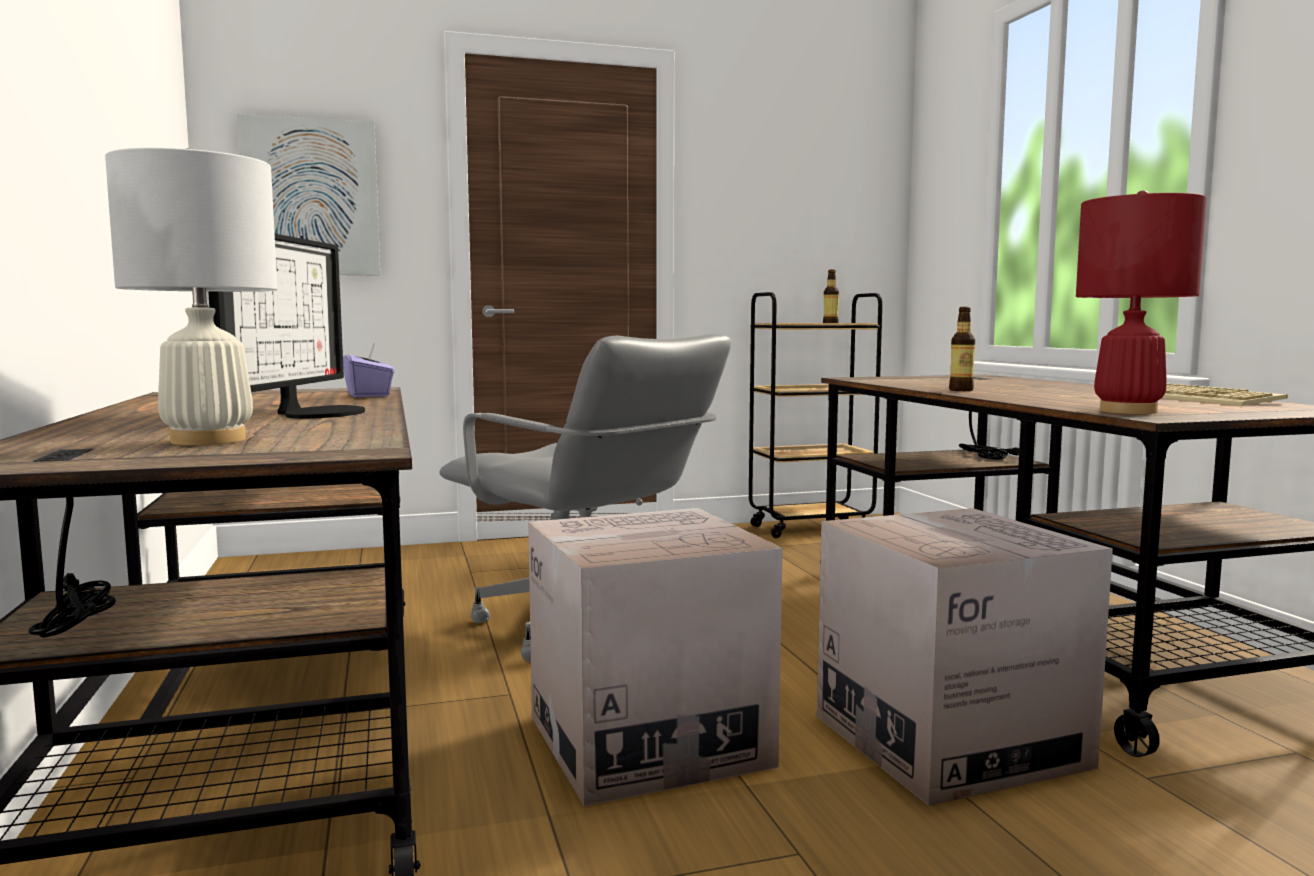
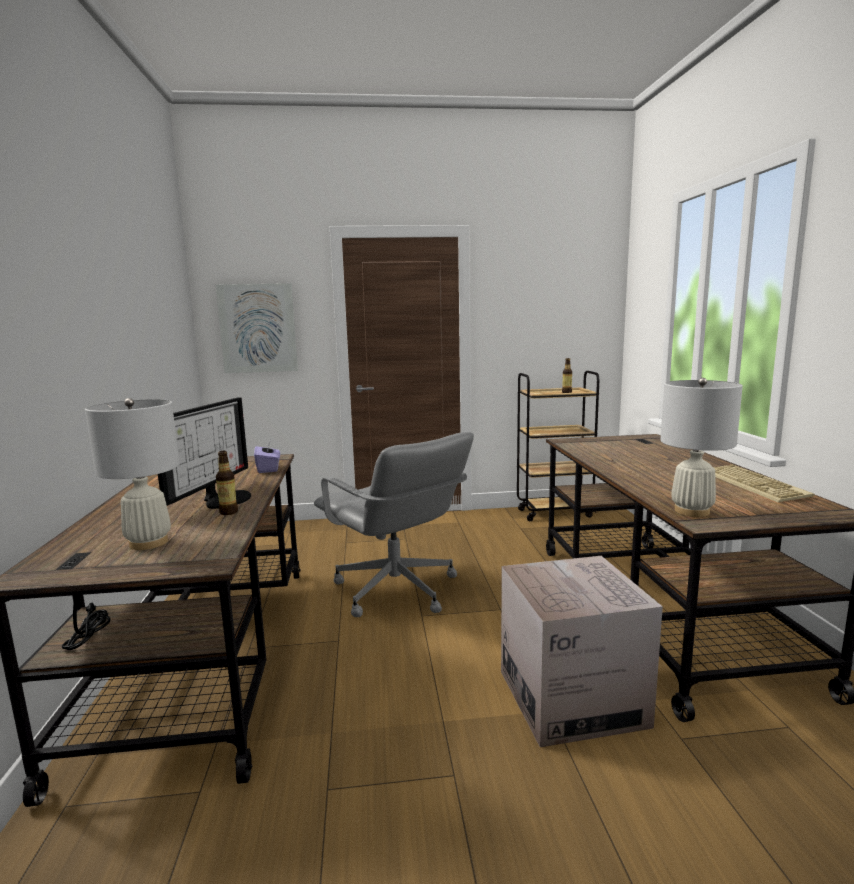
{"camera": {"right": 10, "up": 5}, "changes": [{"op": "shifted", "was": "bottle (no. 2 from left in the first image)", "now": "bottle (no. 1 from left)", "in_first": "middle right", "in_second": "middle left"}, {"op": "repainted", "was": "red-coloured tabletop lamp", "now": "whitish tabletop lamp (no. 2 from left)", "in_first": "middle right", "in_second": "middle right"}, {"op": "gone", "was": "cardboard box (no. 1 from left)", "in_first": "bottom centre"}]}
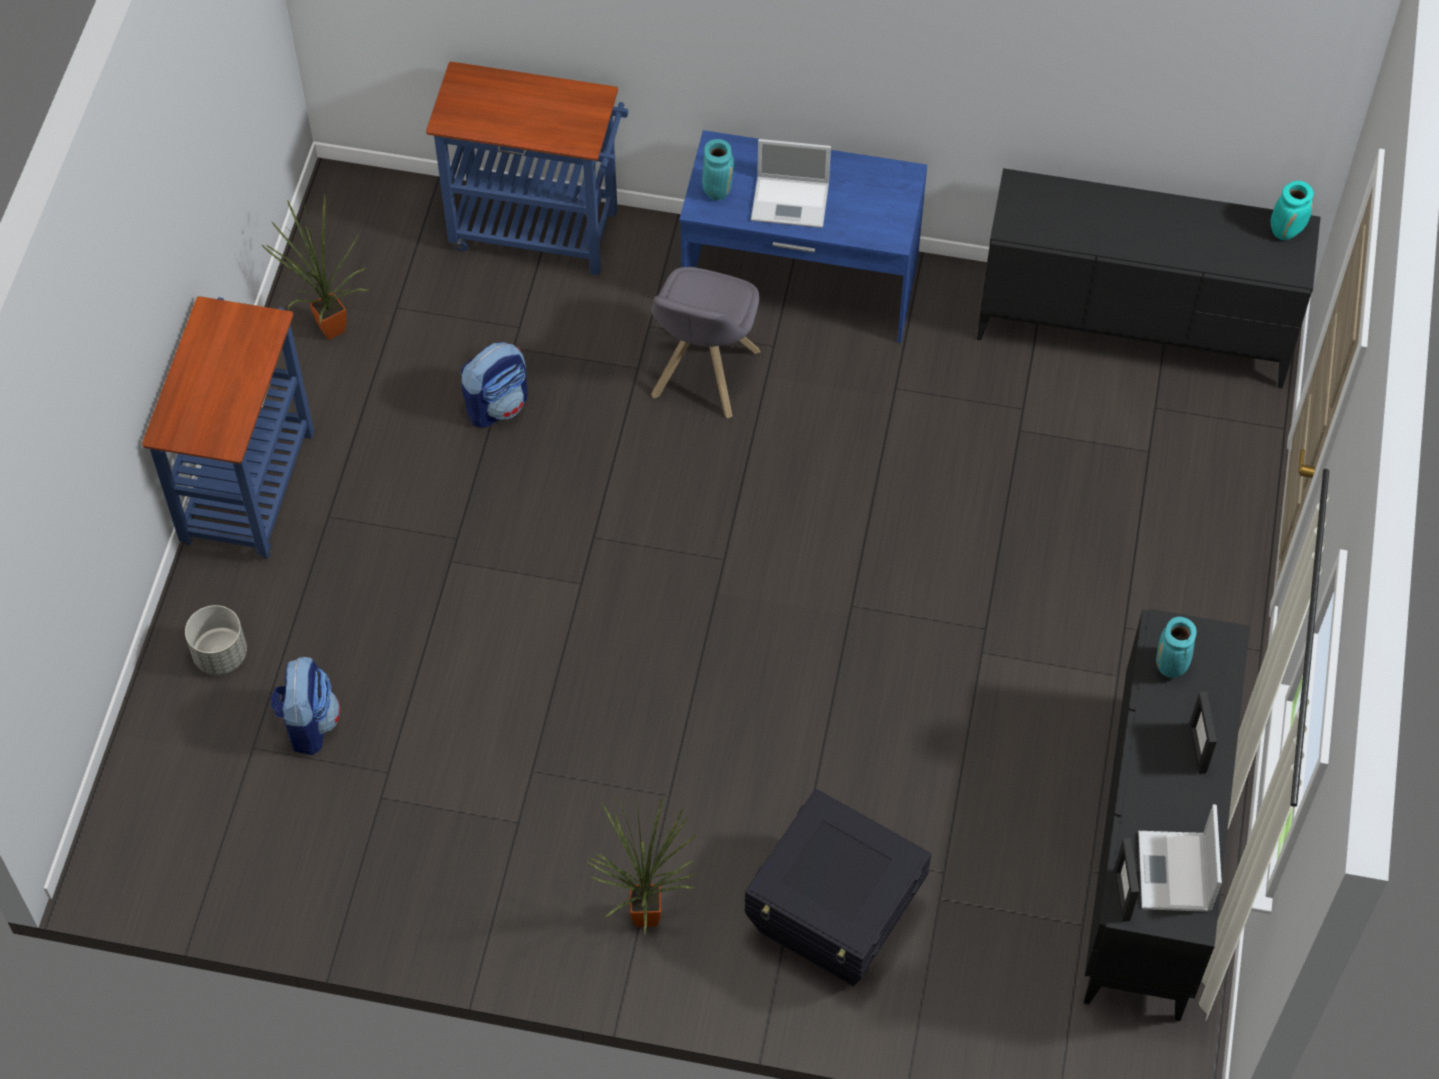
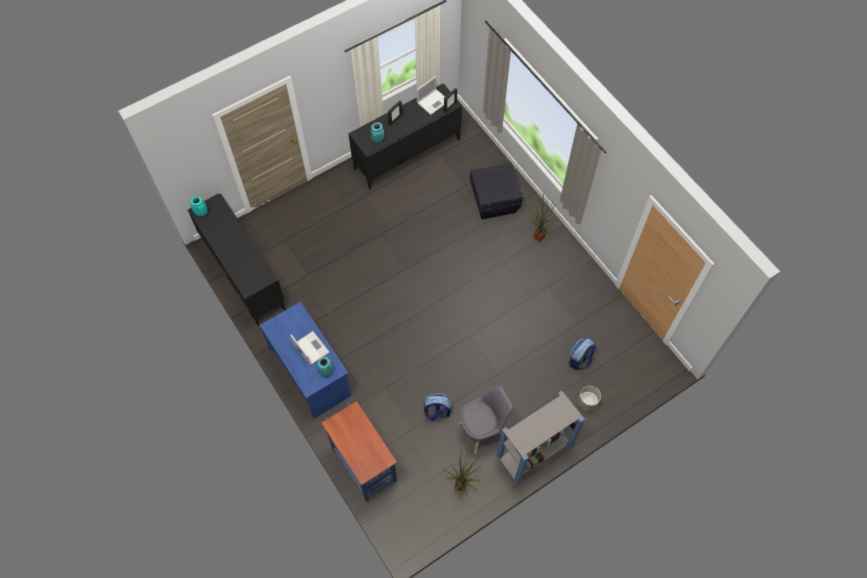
{"camera": {"right": -135, "up": 5}, "changes": [{"op": "shifted", "was": "grey chair", "in_first": "top centre", "in_second": "bottom centre"}, {"op": "swapped", "was": "blue-coloured cart (no. 1 from left)", "now": "grey bookcase", "in_first": "middle left", "in_second": "bottom centre"}]}
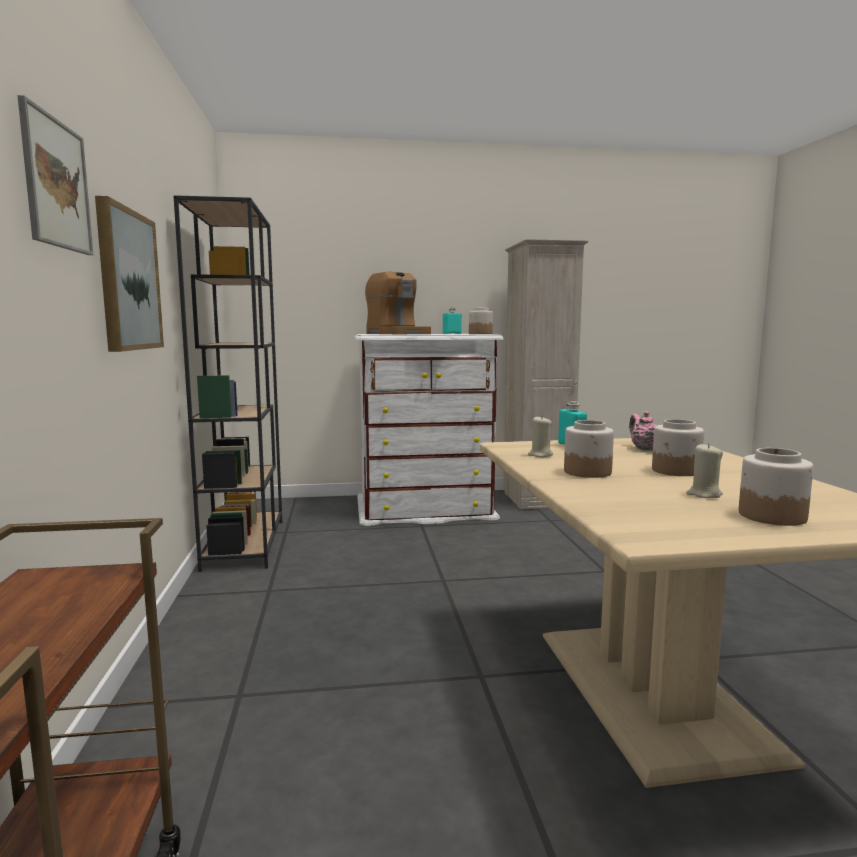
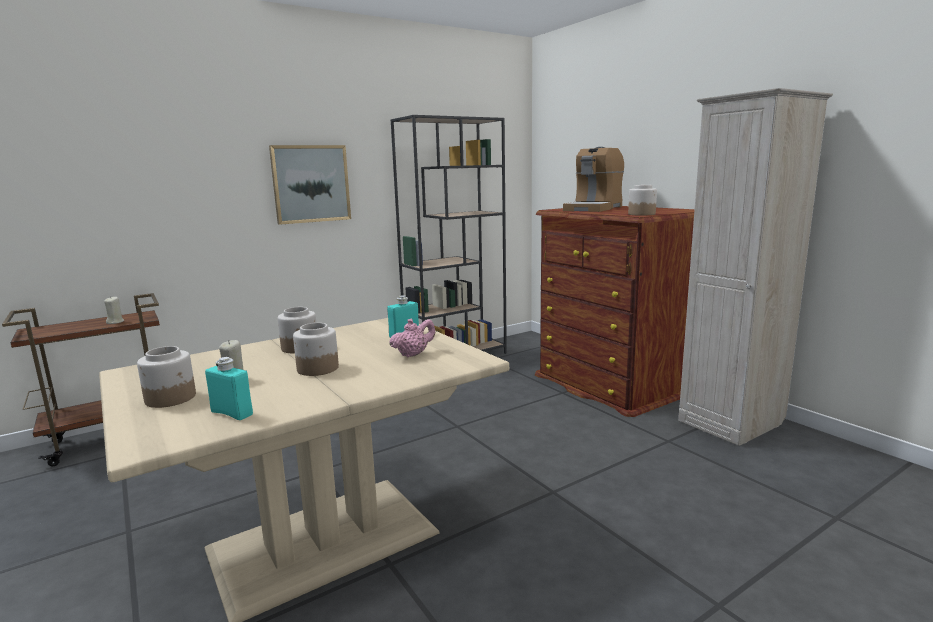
{"camera": {"right": 65, "up": 5}, "changes": [{"op": "shifted", "was": "beige wax candle (no. 1 from left)", "in_first": "centre", "in_second": "middle left"}, {"op": "shifted", "was": "turquoise-coloured bottle (no. 1 from left)", "in_first": "centre", "in_second": "middle left"}, {"op": "repainted", "was": "whitish drawer chest", "now": "brownish drawer chest", "in_first": "centre", "in_second": "centre"}, {"op": "gone", "was": "picture (no. 1 from left)", "in_first": "top left"}]}
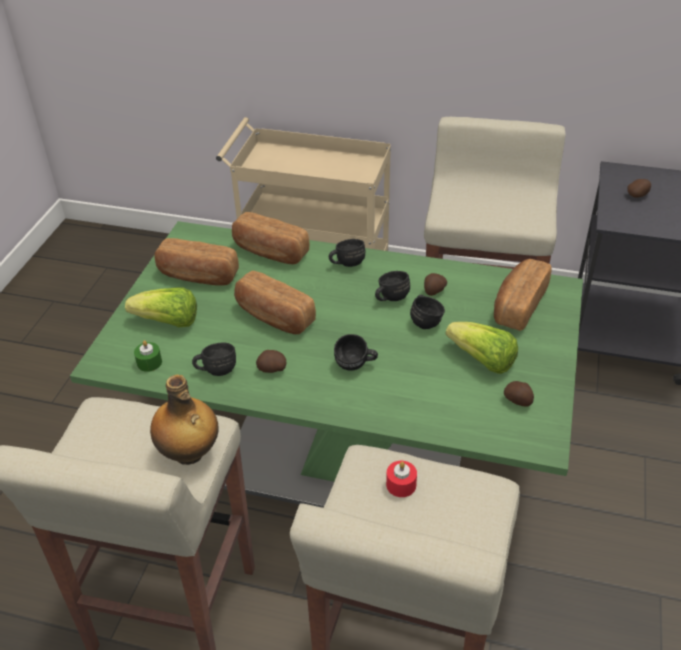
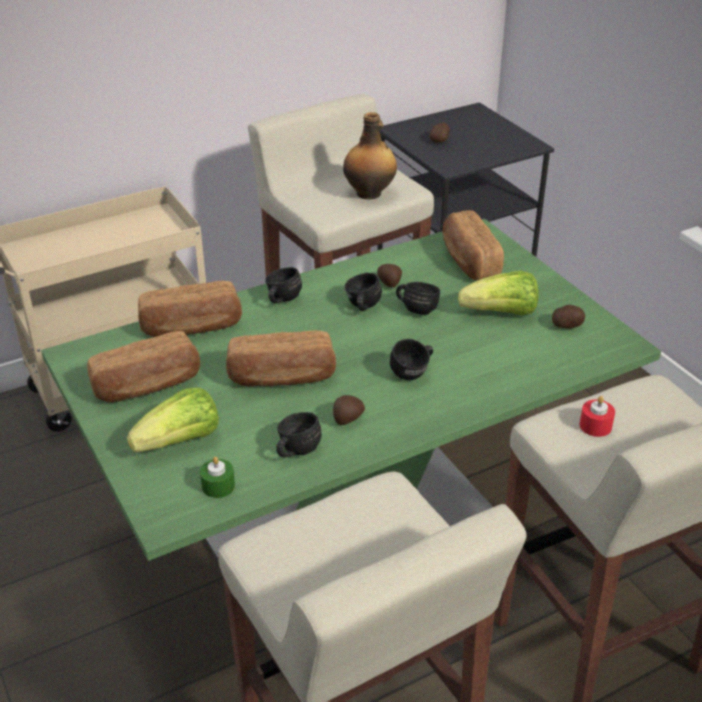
{"camera": {"right": -45, "up": -5}, "changes": [{"op": "shifted", "was": "bottle", "in_first": "middle left", "in_second": "top centre"}]}
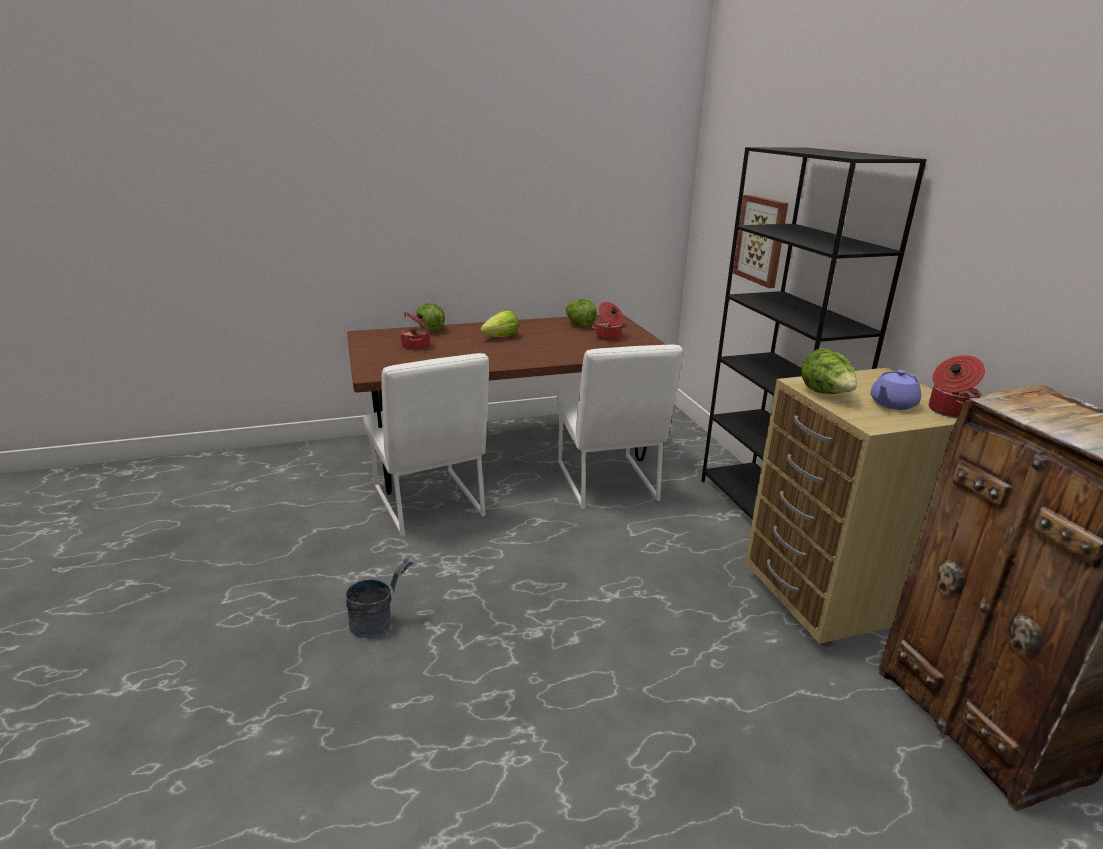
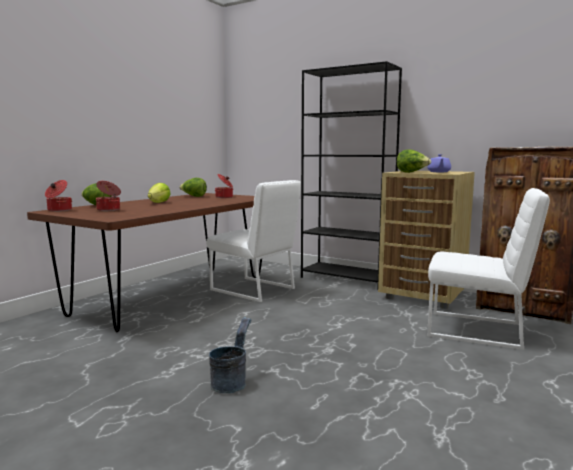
{"camera": {"right": -40, "up": -15}, "changes": [{"op": "shifted", "was": "cooking pot (no. 3 from left in the first image)", "now": "cooking pot (no. 1 from left)", "in_first": "middle right", "in_second": "middle left"}, {"op": "shifted", "was": "whitish chair (no. 1 from left in the first image)", "now": "whitish chair (no. 2 from left)", "in_first": "centre", "in_second": "middle right"}, {"op": "gone", "was": "picture", "in_first": "top right"}]}
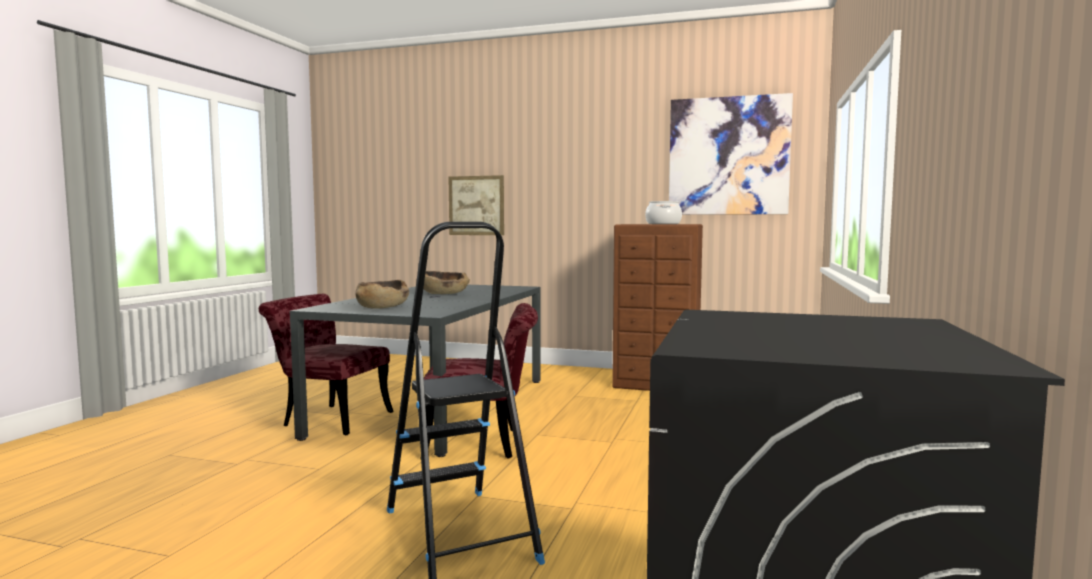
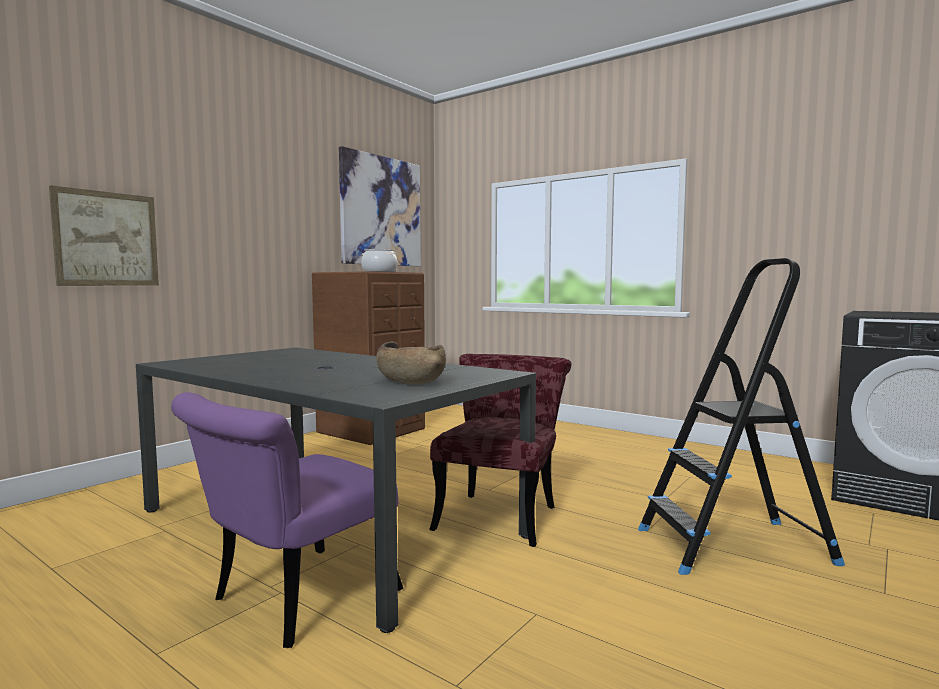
{"camera": {"right": -70, "up": 0}, "changes": [{"op": "repainted", "was": "red-coloured chair (no. 1 from left)", "now": "purplish chair", "in_first": "middle left", "in_second": "bottom left"}, {"op": "gone", "was": "brownish bowl (no. 2 from left)", "in_first": "centre"}]}
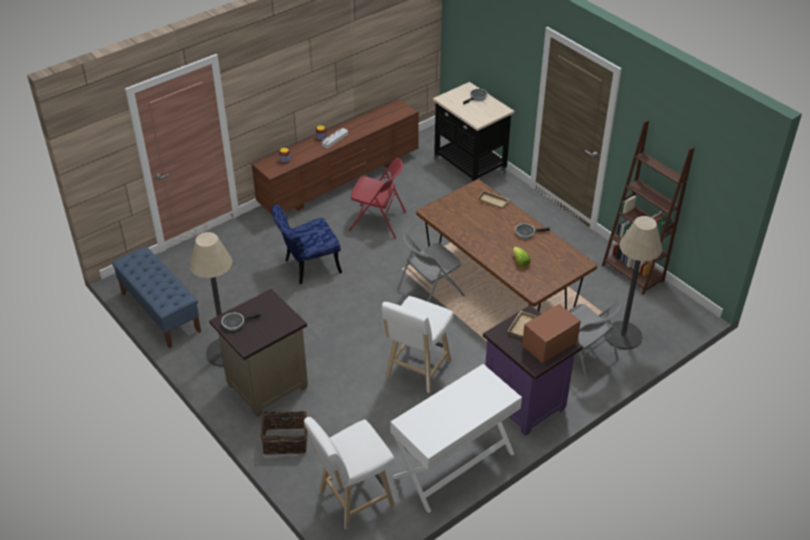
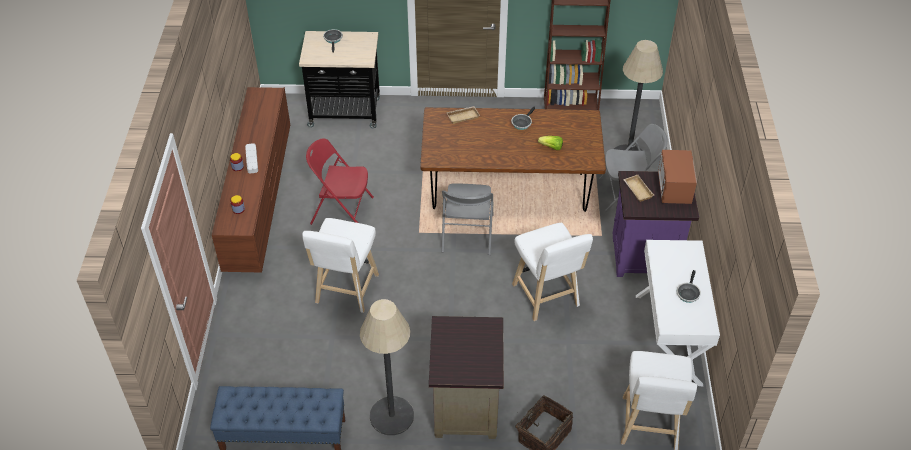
{"camera": {"right": -50, "up": 5}, "changes": [{"op": "swapped", "was": "blue-coloured chair", "now": "whitish sitting stool (no. 1 from left)", "in_first": "centre", "in_second": "centre"}, {"op": "rotated", "was": "red-coloured chair", "in_first": "centre", "in_second": "centre", "clockwise": -135}, {"op": "shifted", "was": "frying pan (no. 1 from left in the first image)", "now": "frying pan (no. 3 from left)", "in_first": "middle left", "in_second": "middle right"}]}
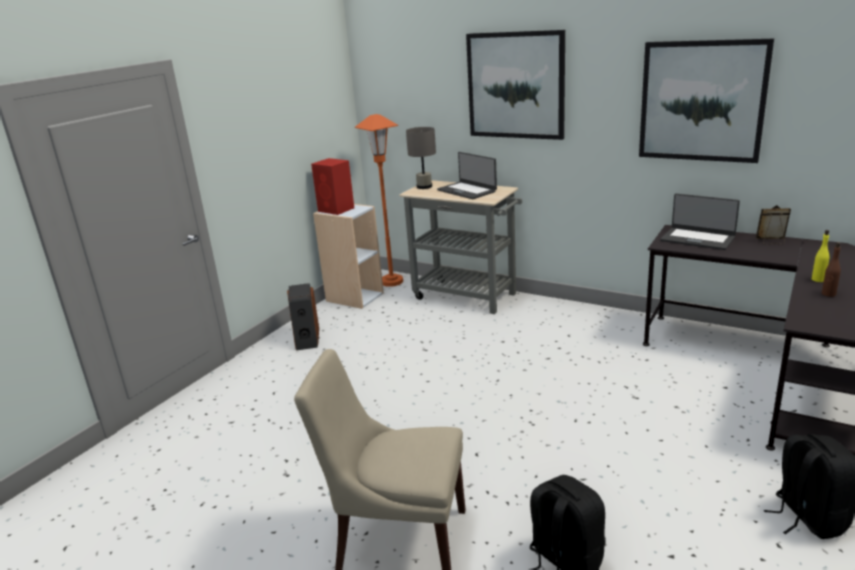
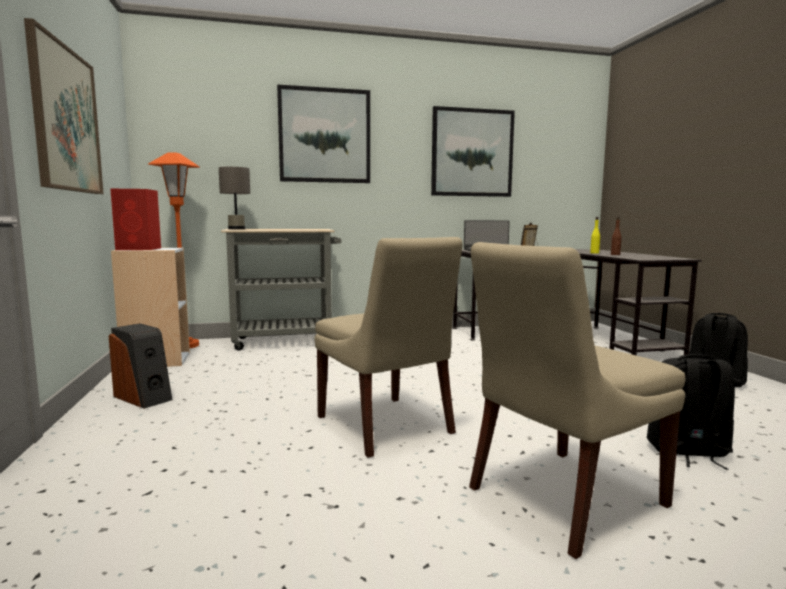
{"camera": {"right": -45, "up": -15}, "changes": [{"op": "new", "now": "picture (no. 1 from left)", "in_second": "top left"}, {"op": "new", "now": "beige chair (no. 1 from left)", "in_second": "centre"}, {"op": "gone", "was": "portable computer (no. 1 from left)", "in_first": "top centre"}]}
